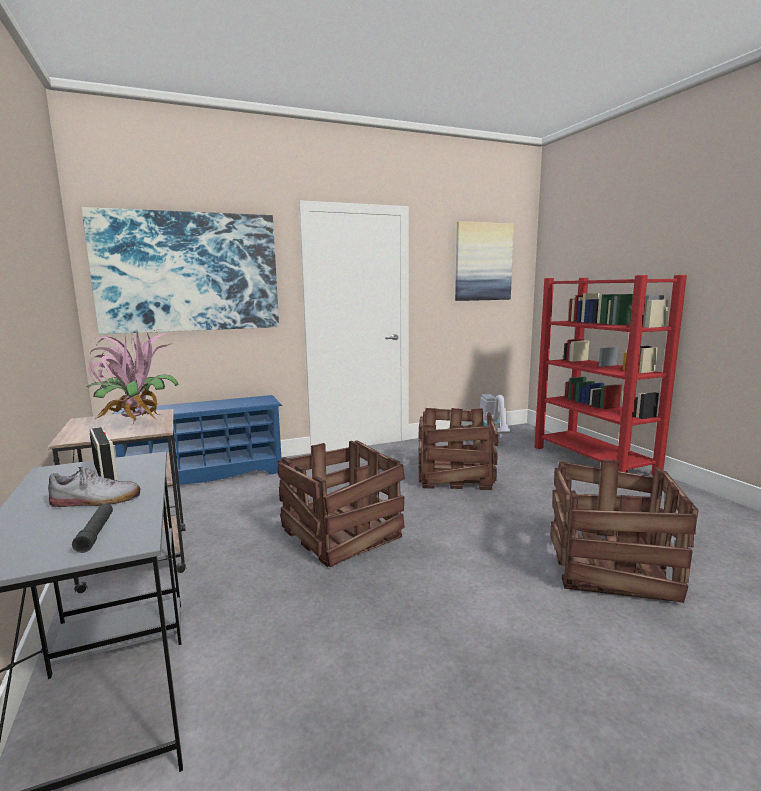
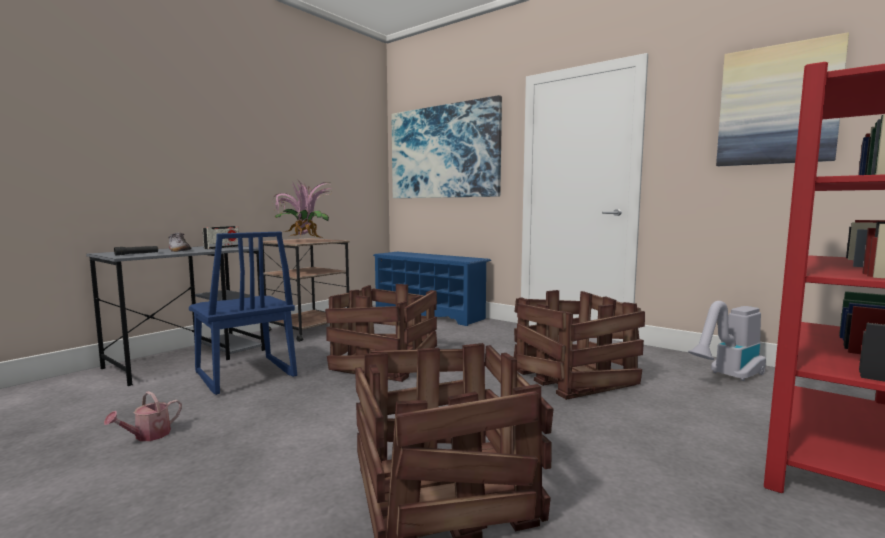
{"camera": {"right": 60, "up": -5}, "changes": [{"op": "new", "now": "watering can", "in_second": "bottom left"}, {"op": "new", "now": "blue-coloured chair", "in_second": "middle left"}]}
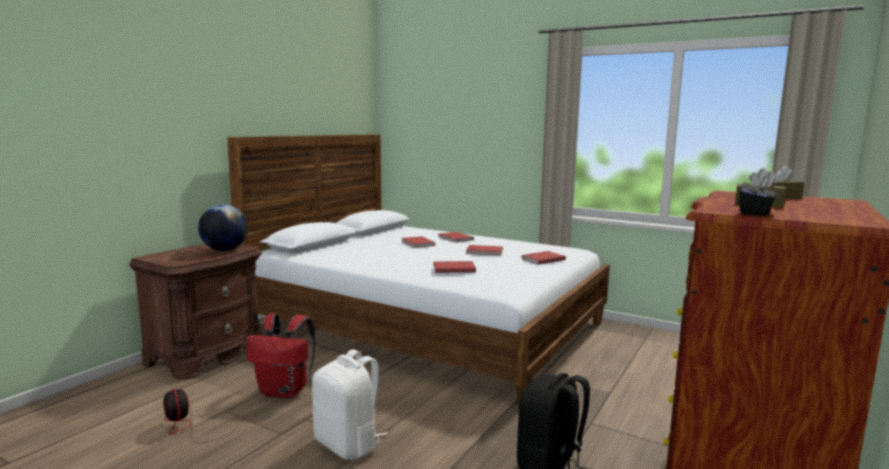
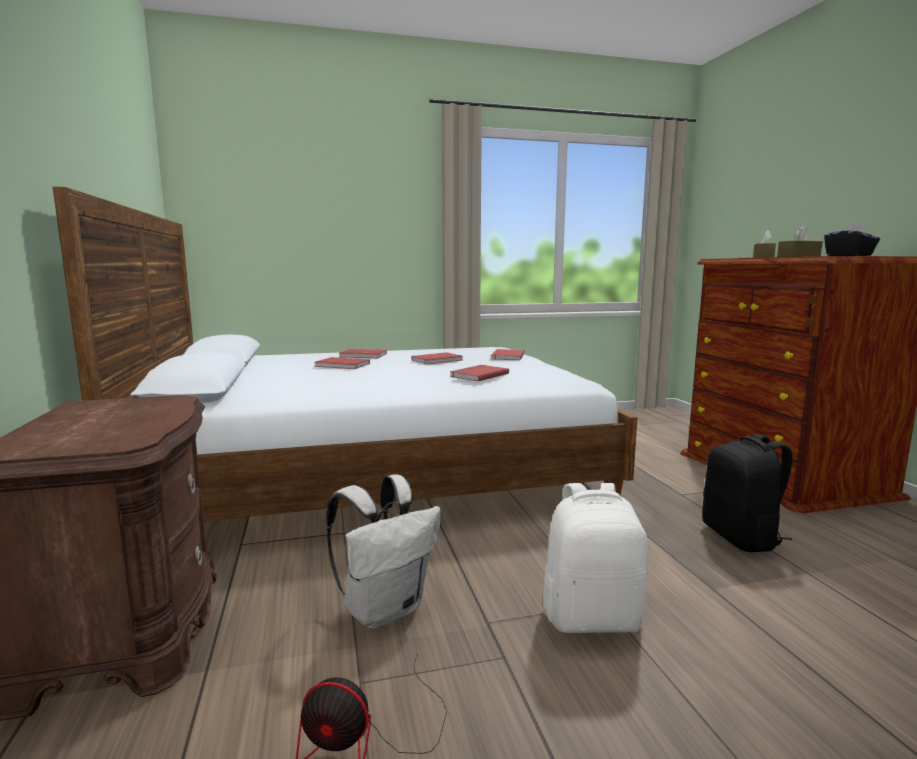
{"camera": {"right": -45, "up": 0}, "changes": [{"op": "repainted", "was": "red-coloured knapsack", "now": "whitish knapsack (no. 1 from left)", "in_first": "bottom left", "in_second": "bottom centre"}, {"op": "gone", "was": "world globe", "in_first": "middle left"}]}
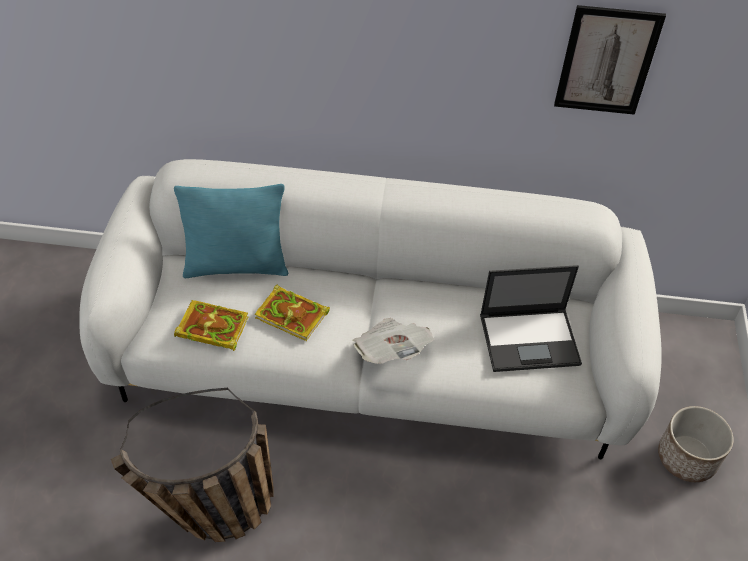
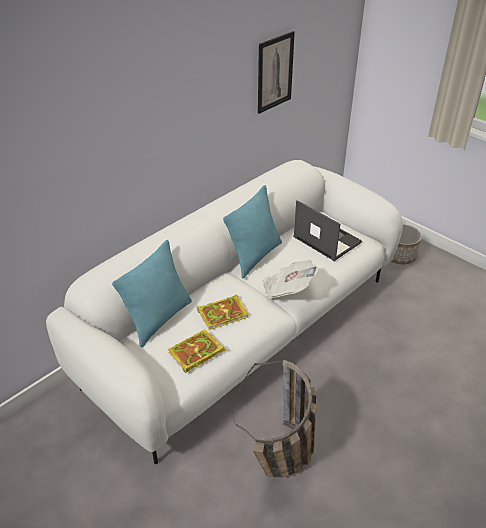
{"camera": {"right": -50, "up": -10}, "changes": [{"op": "new", "now": "turquoise-coloured pillow (no. 2 from left)", "in_second": "centre"}, {"op": "rotated", "was": "portable computer", "in_first": "middle right", "in_second": "middle right", "clockwise": -75}]}
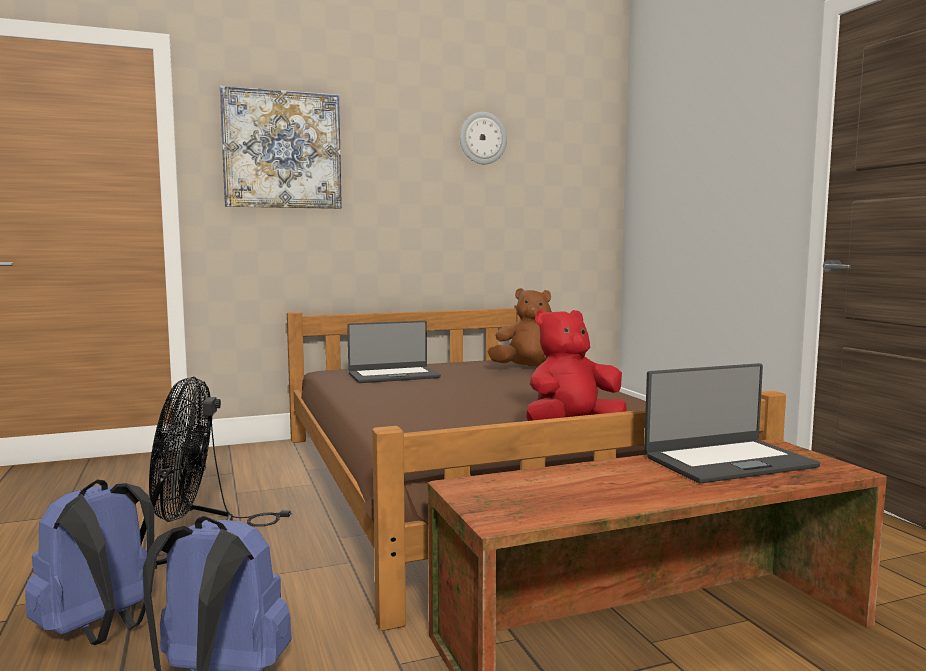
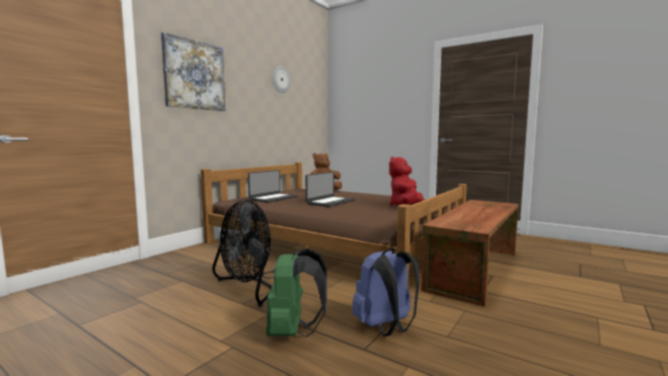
{"camera": {"right": -35, "up": 0}, "changes": [{"op": "repainted", "was": "blue-coloured knapsack (no. 1 from left)", "now": "green knapsack", "in_first": "bottom left", "in_second": "bottom centre"}, {"op": "shifted", "was": "portable computer (no. 2 from left)", "in_first": "middle right", "in_second": "centre"}]}
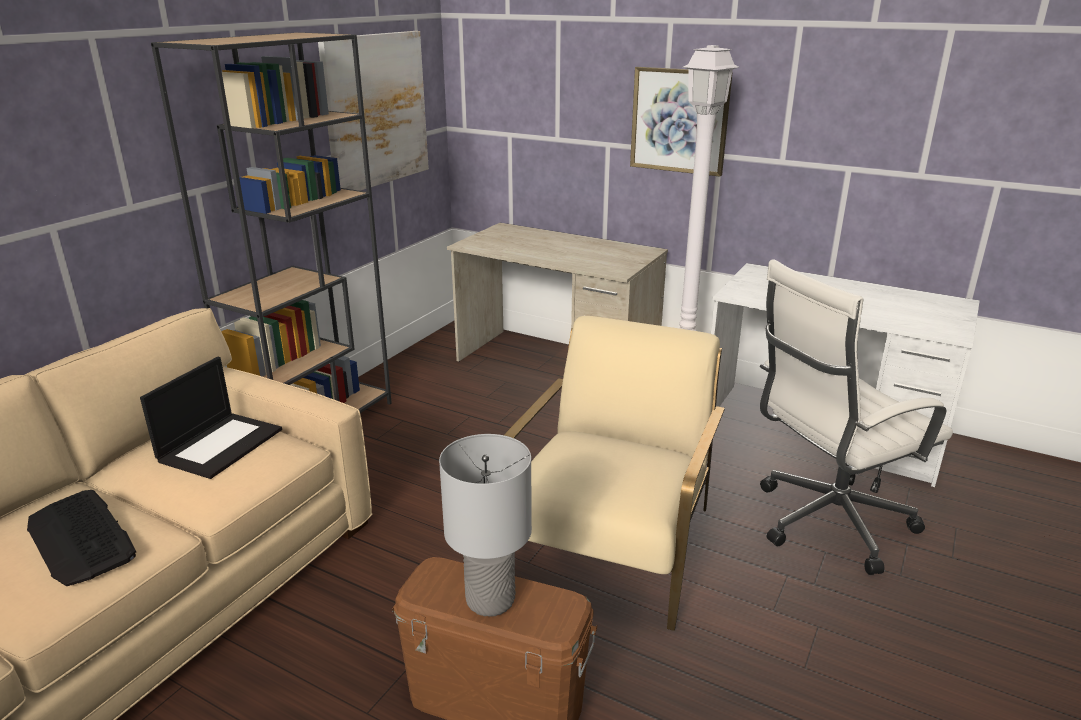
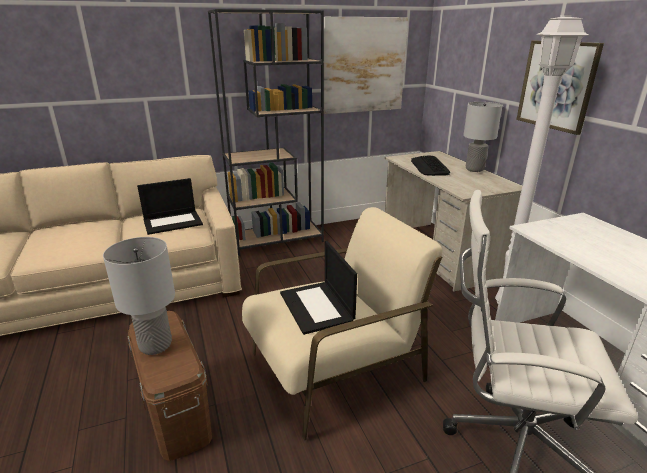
{"camera": {"right": 40, "up": 0}, "changes": [{"op": "new", "now": "portable computer (no. 2 from left)", "in_second": "centre"}, {"op": "shifted", "was": "computer keyboard", "in_first": "bottom left", "in_second": "centre"}, {"op": "new", "now": "grey tabletop lamp (no. 2 from left)", "in_second": "top right"}]}
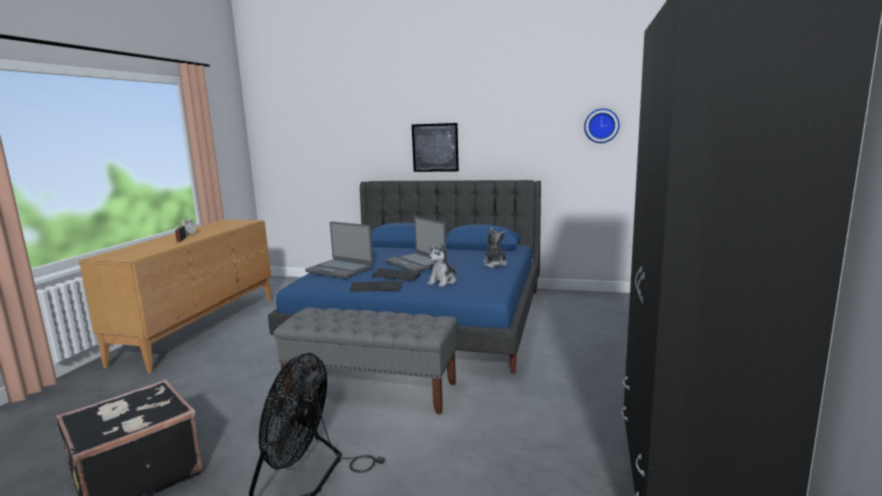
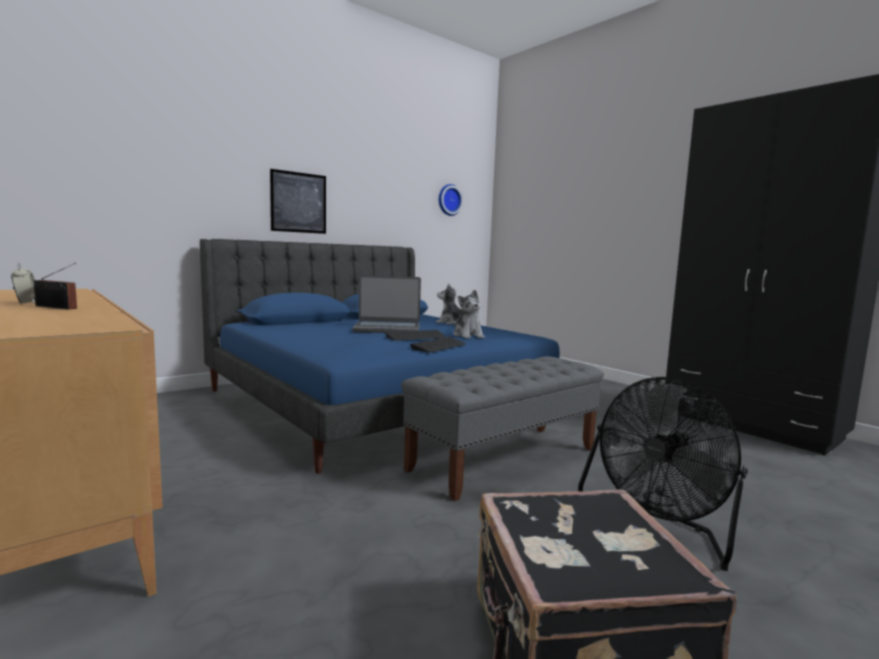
{"camera": {"right": -55, "up": -5}, "changes": [{"op": "gone", "was": "portable computer (no. 1 from left)", "in_first": "centre"}]}
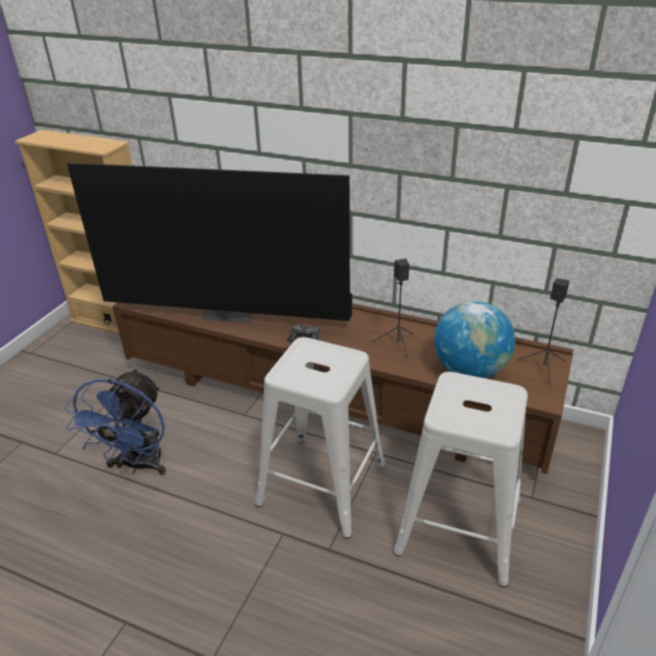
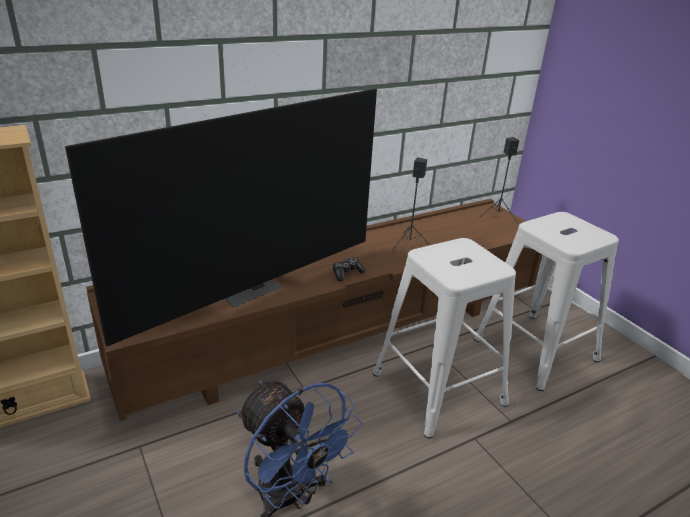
{"camera": {"right": -55, "up": -5}, "changes": [{"op": "gone", "was": "world globe", "in_first": "middle right"}]}
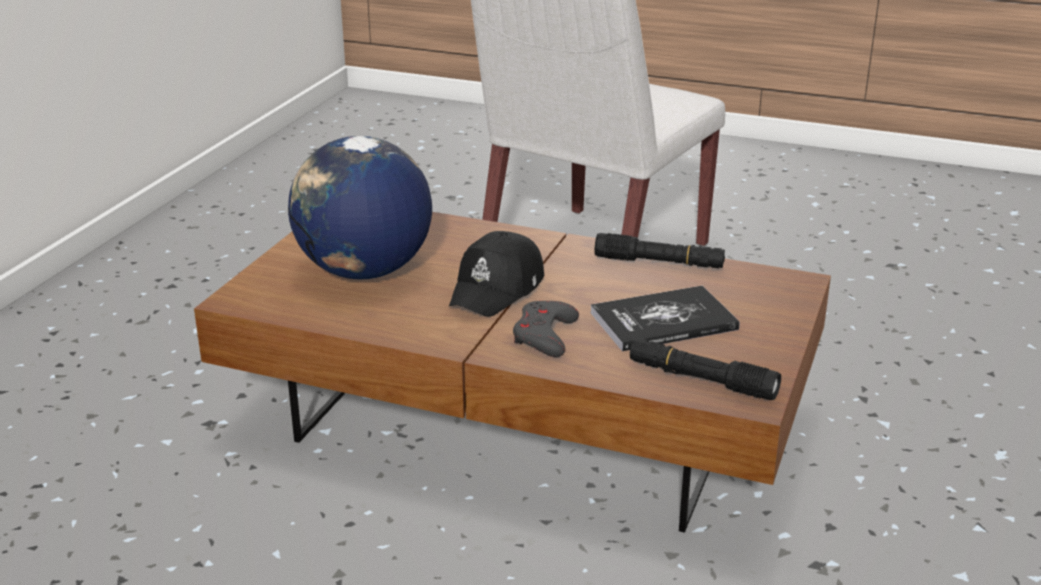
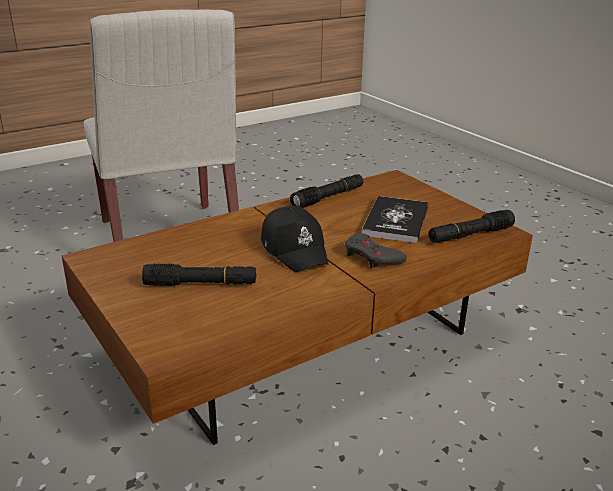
{"camera": {"right": -55, "up": 0}, "changes": [{"op": "swapped", "was": "world globe", "now": "black-coloured hand torch (no. 1 from left)", "in_first": "centre", "in_second": "middle left"}]}
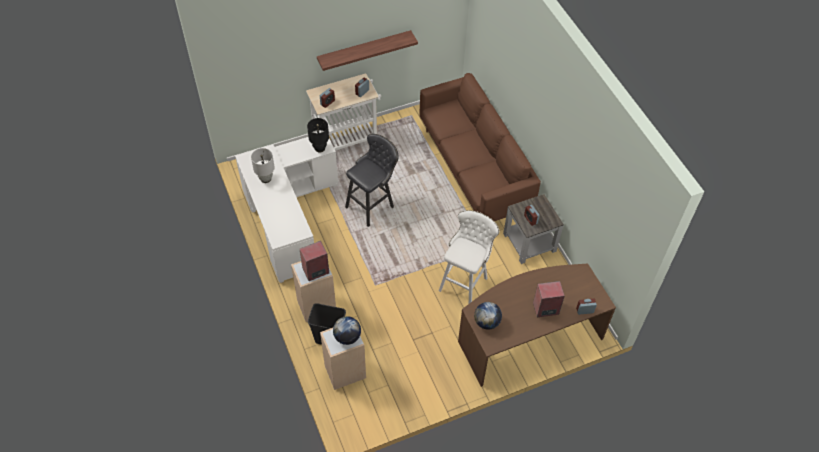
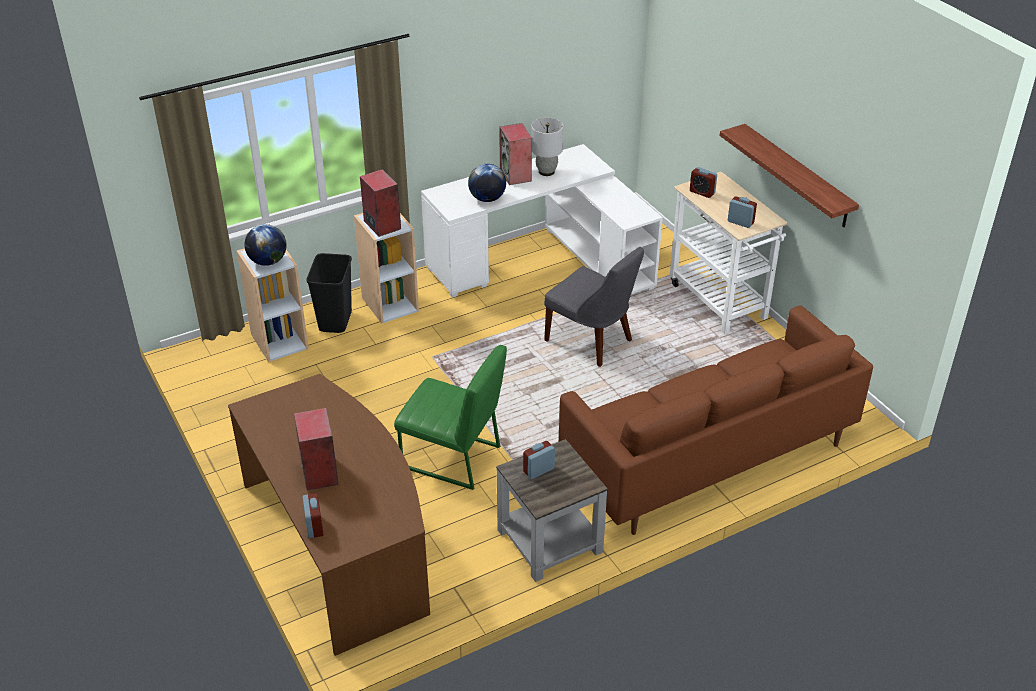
{"camera": {"right": 85, "up": -15}, "changes": [{"op": "swapped", "was": "whitish sitting stool", "now": "green chair", "in_first": "centre", "in_second": "centre"}, {"op": "shifted", "was": "world globe (no. 2 from left)", "in_first": "bottom centre", "in_second": "top centre"}, {"op": "new", "now": "audio speaker (no. 3 from left)", "in_second": "top centre"}, {"op": "swapped", "was": "black-coloured sitting stool", "now": "grey chair", "in_first": "centre", "in_second": "centre"}, {"op": "gone", "was": "black-coloured tabletop lamp", "in_first": "top centre"}]}
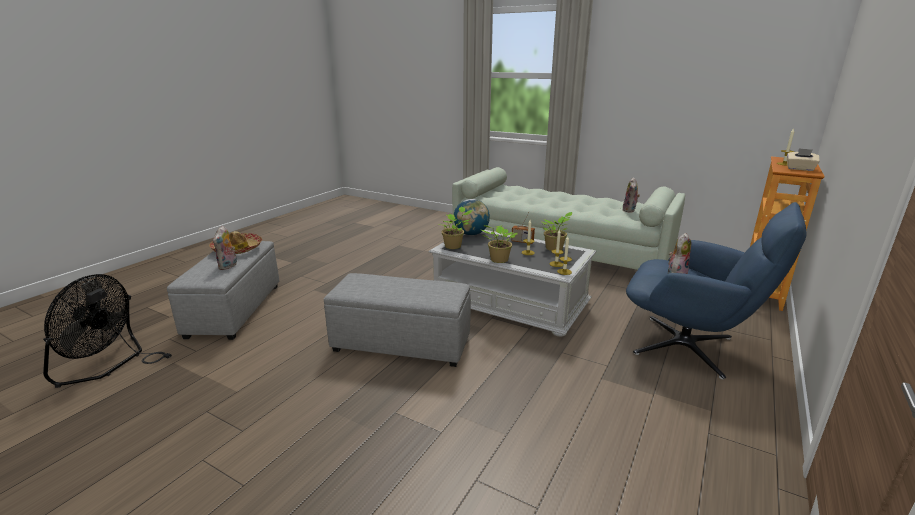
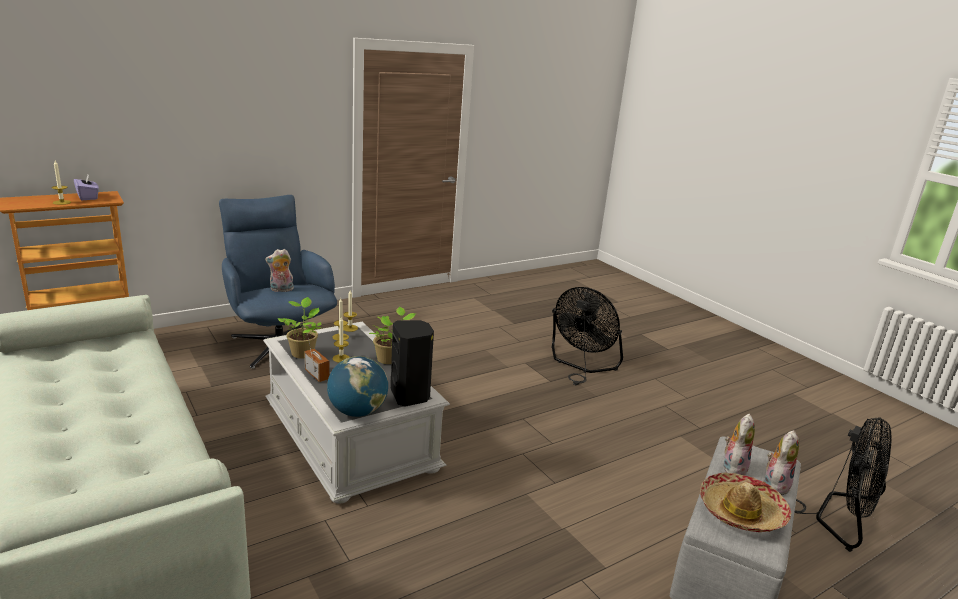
{"camera": {"right": -155, "up": 0}, "changes": [{"op": "repainted", "was": "beige tissue box", "now": "purplish tissue box", "in_first": "top right", "in_second": "top left"}, {"op": "swapped", "was": "plant in a pot (no. 1 from left)", "now": "black-coloured audio speaker", "in_first": "centre", "in_second": "centre"}, {"op": "new", "now": "black-coloured fan (no. 1 from left)", "in_second": "centre"}, {"op": "shifted", "was": "soft toy (no. 2 from left in the first image)", "now": "soft toy (no. 3 from left)", "in_first": "middle right", "in_second": "bottom right"}, {"op": "gone", "was": "grey footrest (no. 2 from left)", "in_first": "centre"}]}
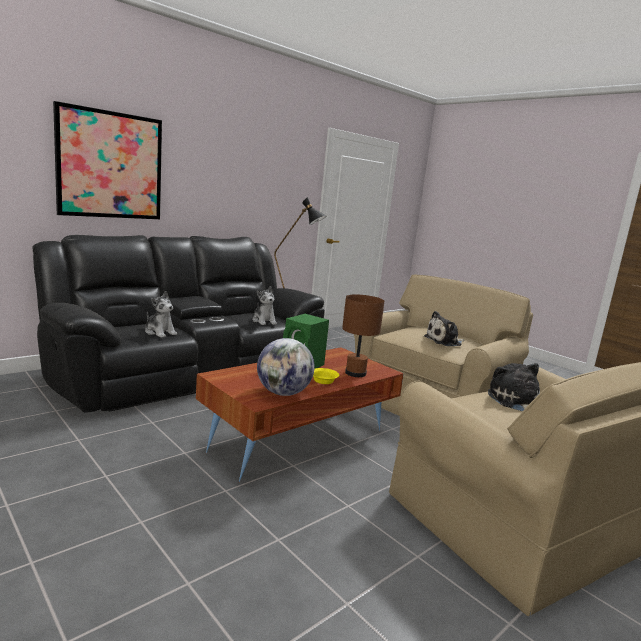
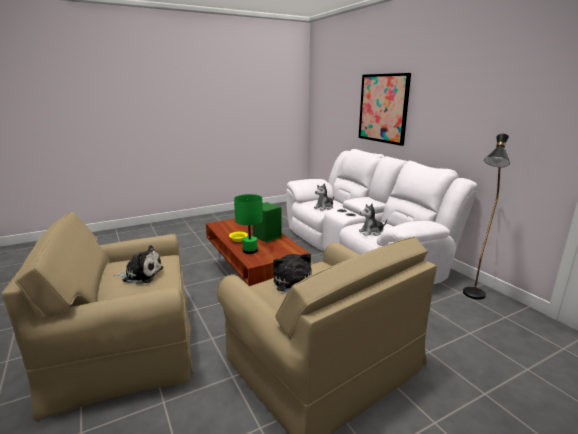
{"camera": {"right": 105, "up": 5}, "changes": [{"op": "repainted", "was": "brownish tabletop lamp", "now": "green tabletop lamp", "in_first": "centre", "in_second": "centre"}, {"op": "repainted", "was": "black-coloured sofa", "now": "whitish sofa", "in_first": "middle left", "in_second": "centre"}, {"op": "gone", "was": "world globe", "in_first": "centre"}]}
